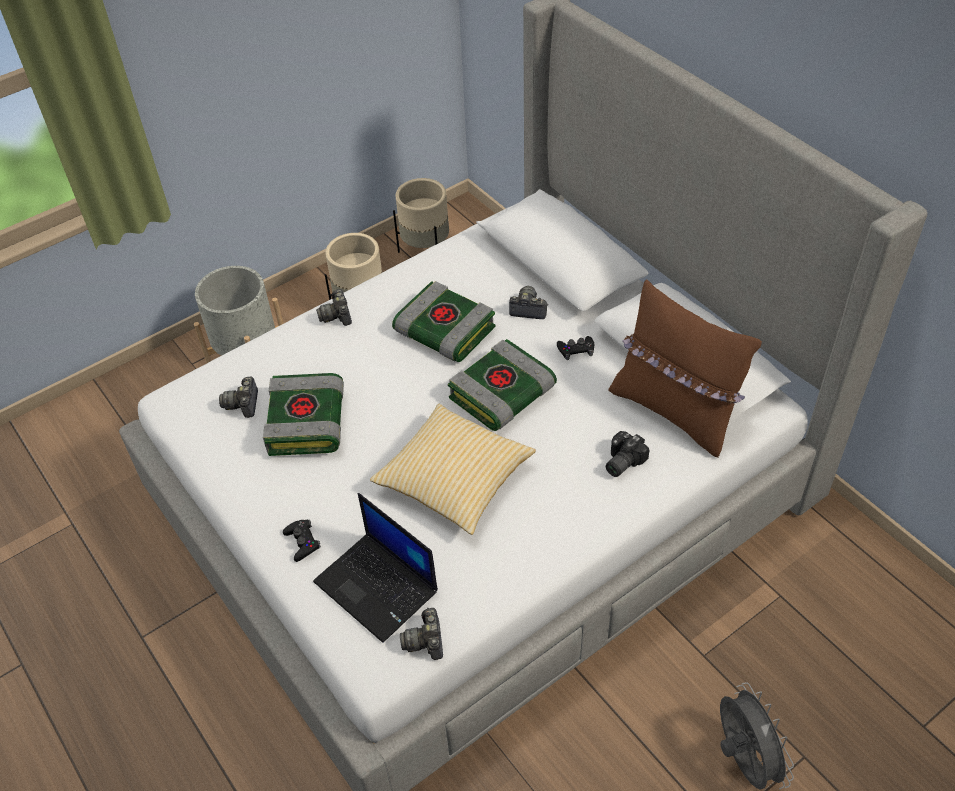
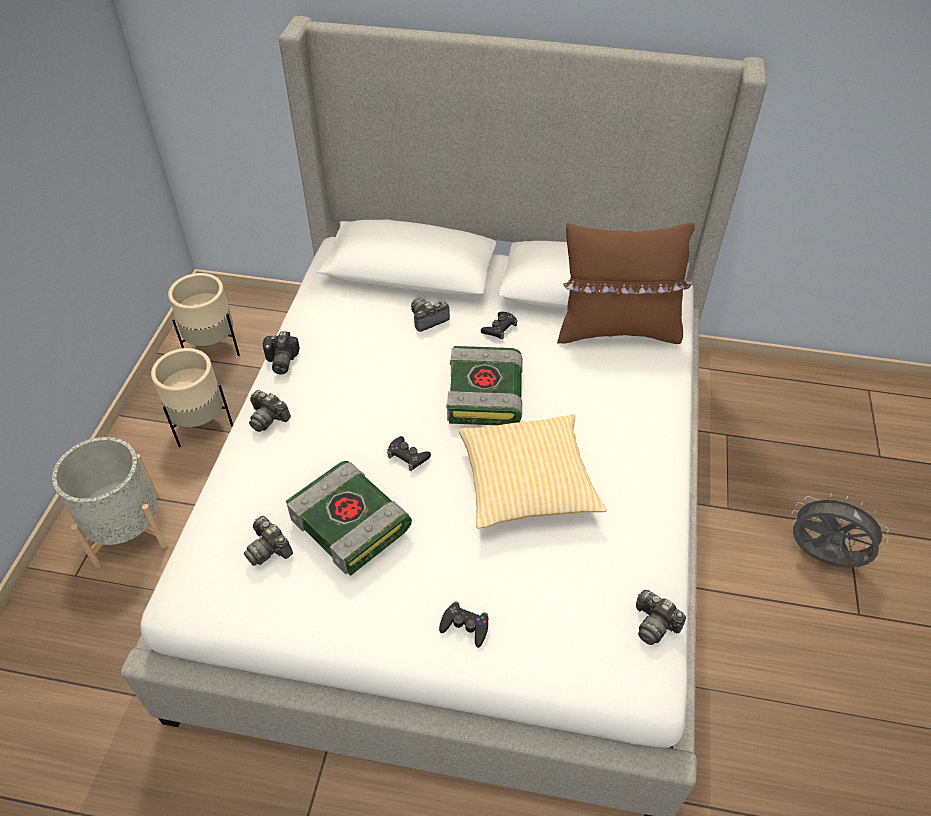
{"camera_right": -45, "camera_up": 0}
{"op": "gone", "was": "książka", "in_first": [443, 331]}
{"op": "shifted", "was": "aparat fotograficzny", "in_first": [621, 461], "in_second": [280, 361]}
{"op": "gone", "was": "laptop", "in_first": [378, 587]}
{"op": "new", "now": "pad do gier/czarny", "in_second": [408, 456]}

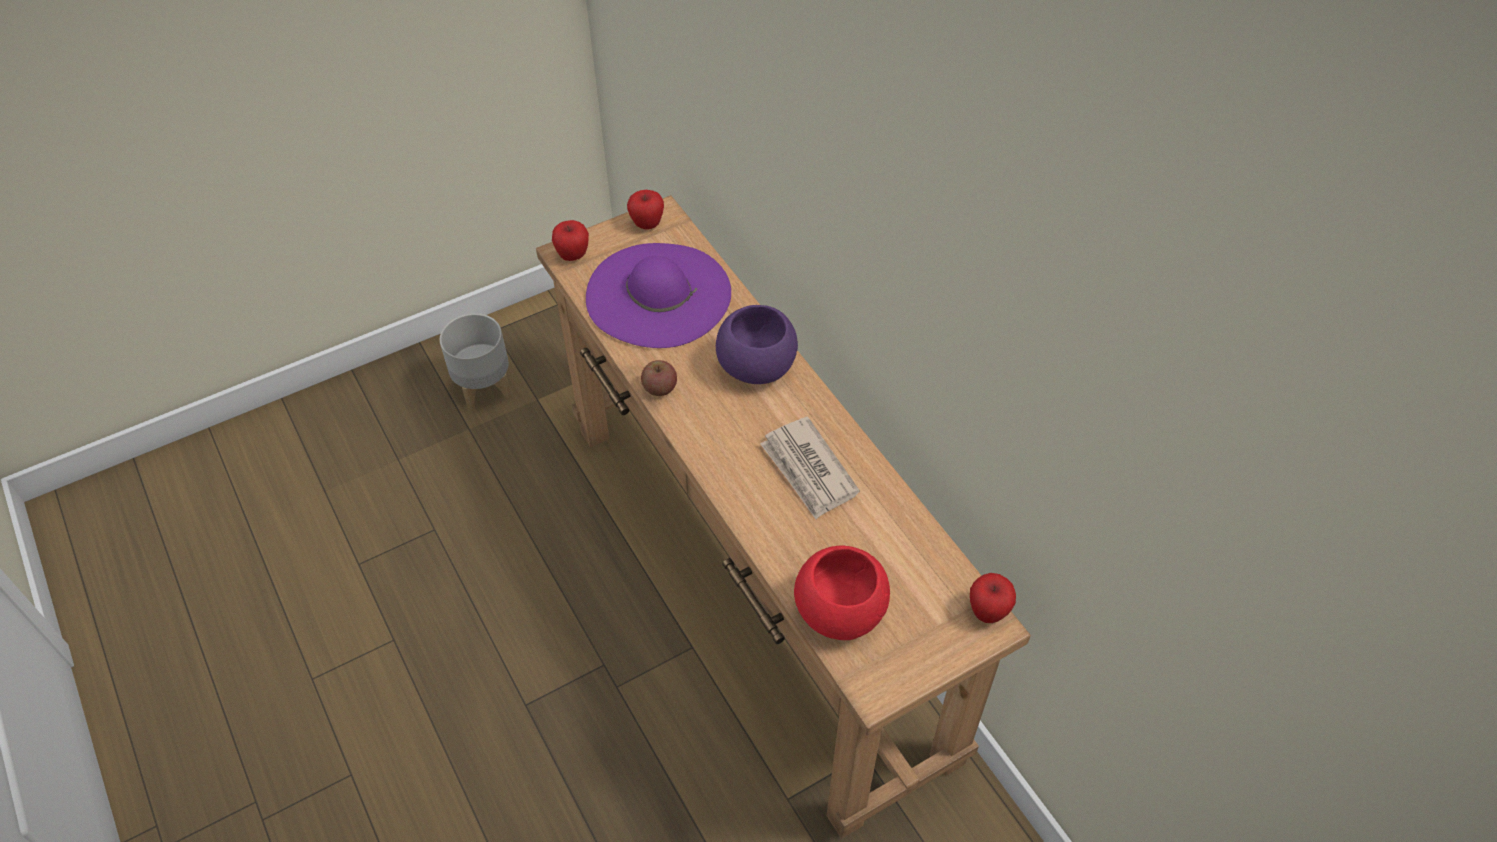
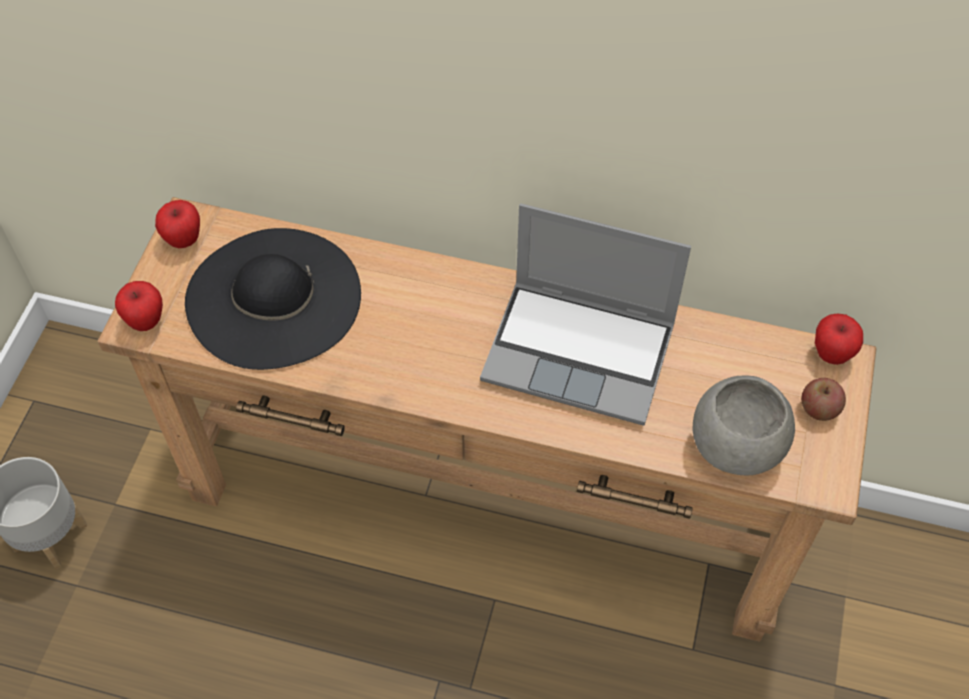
{"camera_right": -45, "camera_up": 5}
{"op": "repainted", "was": "kapelusz/fioletowy", "now": "kapelusz/czarny", "in_first": [658, 294], "in_second": [273, 298]}
{"op": "gone", "was": "miska/fioletowy", "in_first": [756, 366]}
{"op": "shifted", "was": "jabłko", "in_first": [660, 388], "in_second": [819, 408]}
{"op": "swapped", "was": "gazeta", "now": "laptop", "in_first": [808, 471], "in_second": [581, 352]}
{"op": "repainted", "was": "miska/czerwony", "now": "miska/szary", "in_first": [839, 611], "in_second": [735, 445]}

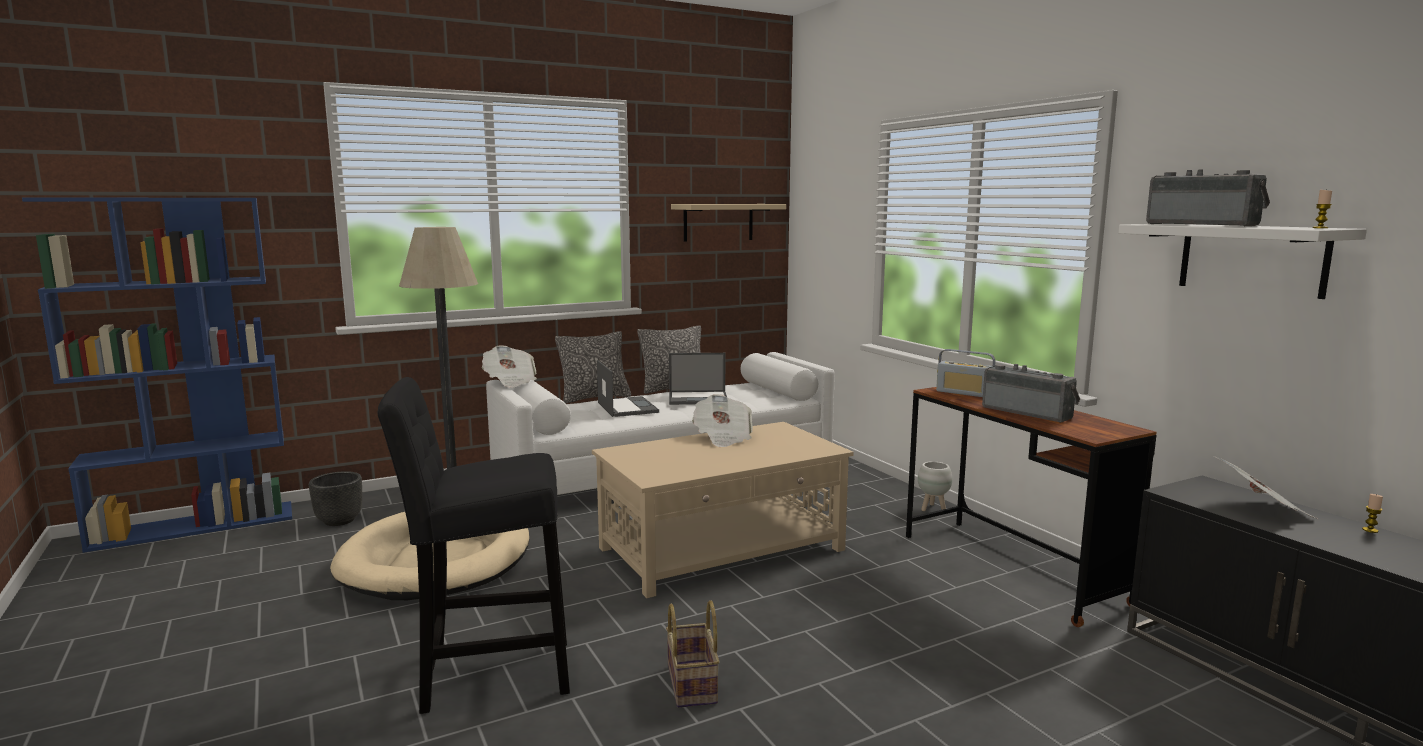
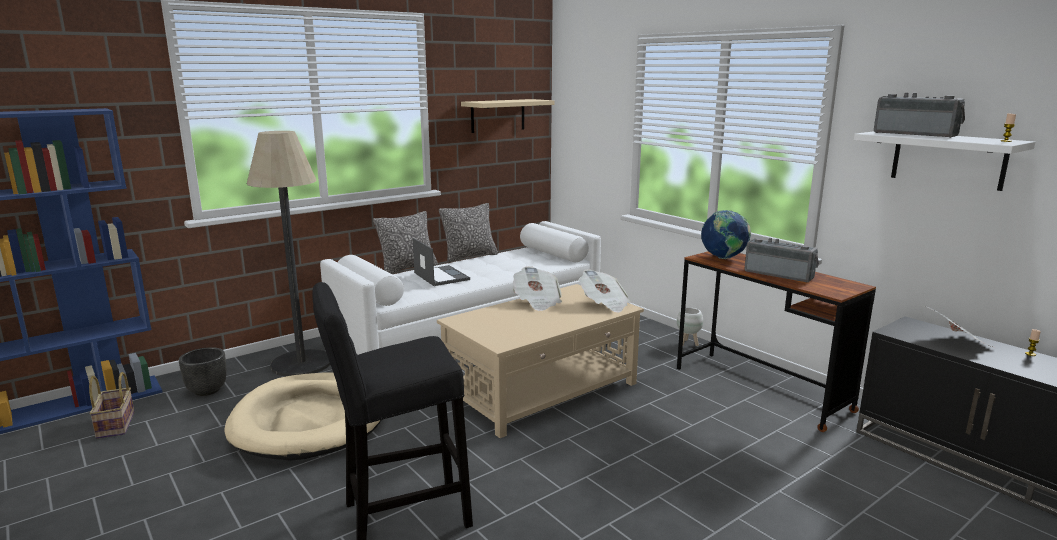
{"camera_right": -10, "camera_up": 5}
{"op": "shifted", "was": "gazeta", "in_first": [510, 381], "in_second": [604, 304]}
{"op": "swapped", "was": "radio", "now": "globus", "in_first": [964, 393], "in_second": [723, 258]}
{"op": "gone", "was": "laptop", "in_first": [698, 398]}
{"op": "shifted", "was": "koszyk", "in_first": [693, 685], "in_second": [116, 425]}

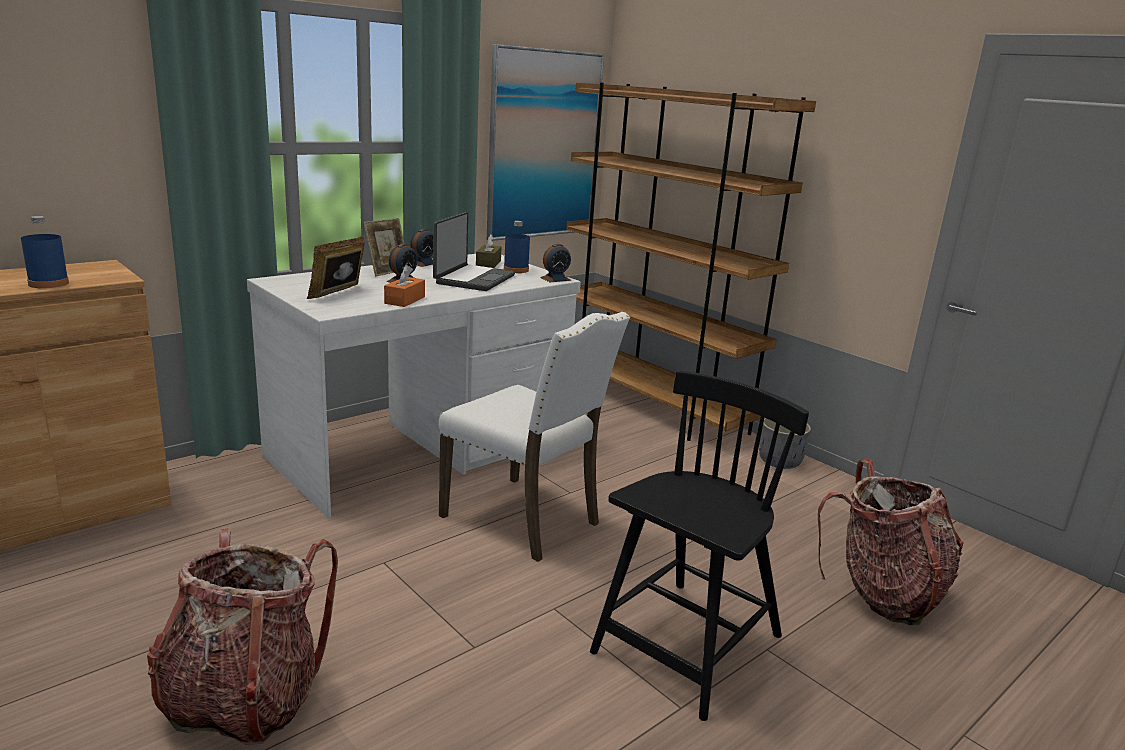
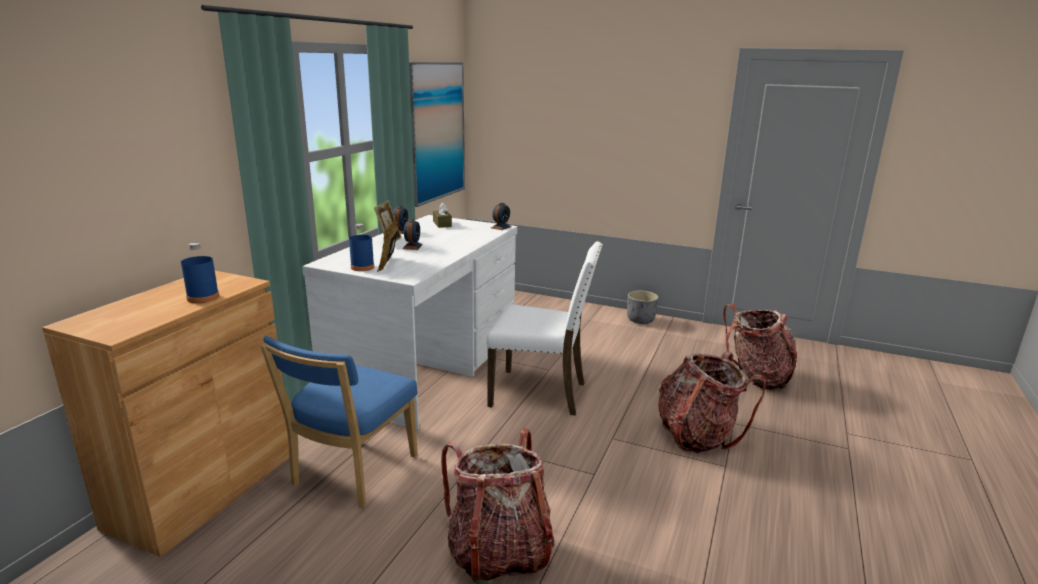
{"camera_right": -25, "camera_up": 0}
{"op": "gone", "was": "regał/brązowy", "in_first": [651, 406]}
{"op": "gone", "was": "laptop", "in_first": [473, 279]}
{"op": "shifted", "was": "butelka/niebieski", "in_first": [516, 270], "in_second": [362, 267]}
{"op": "gone", "was": "pudełko chusteczek/pomarańczowy", "in_first": [405, 300]}
{"op": "swapped", "was": "krzesło/czarny", "now": "plecak", "in_first": [686, 647], "in_second": [697, 435]}
{"op": "new", "now": "krzesło/niebieski", "in_second": [351, 473]}

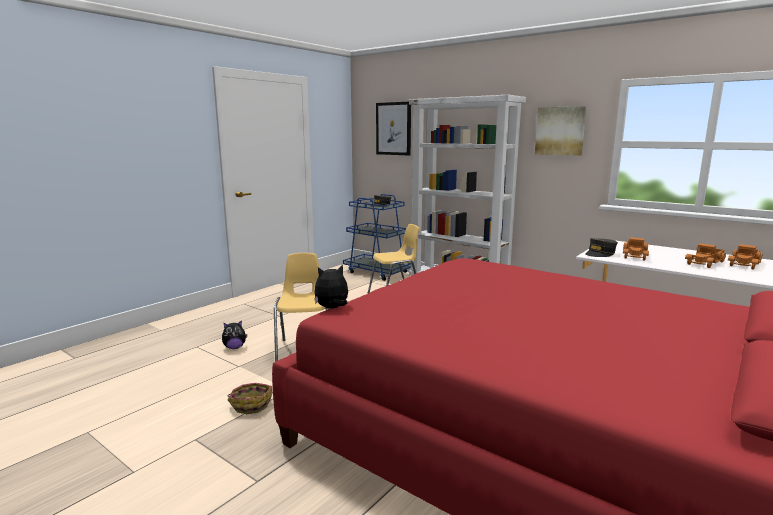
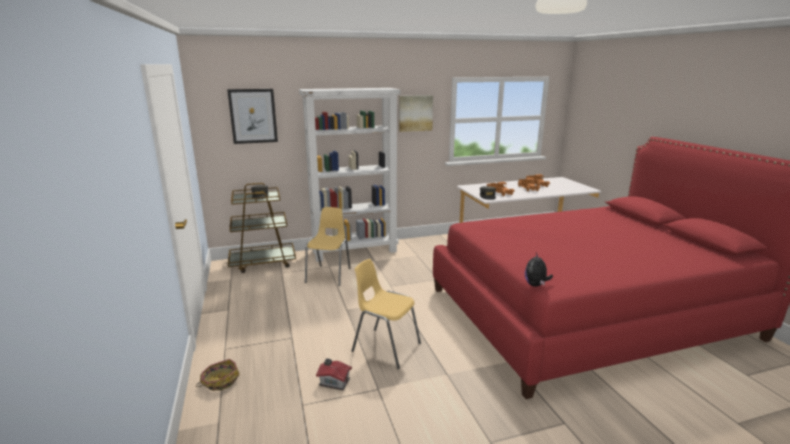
{"camera_right": -55, "camera_up": 5}
{"op": "repainted", "was": "wózek/niebieski", "now": "wózek/brązowy", "in_first": [377, 272], "in_second": [263, 263]}
{"op": "swapped", "was": "pluszak", "now": "domek", "in_first": [234, 347], "in_second": [334, 381]}
{"op": "shifted", "was": "koszyk", "in_first": [251, 404], "in_second": [220, 381]}

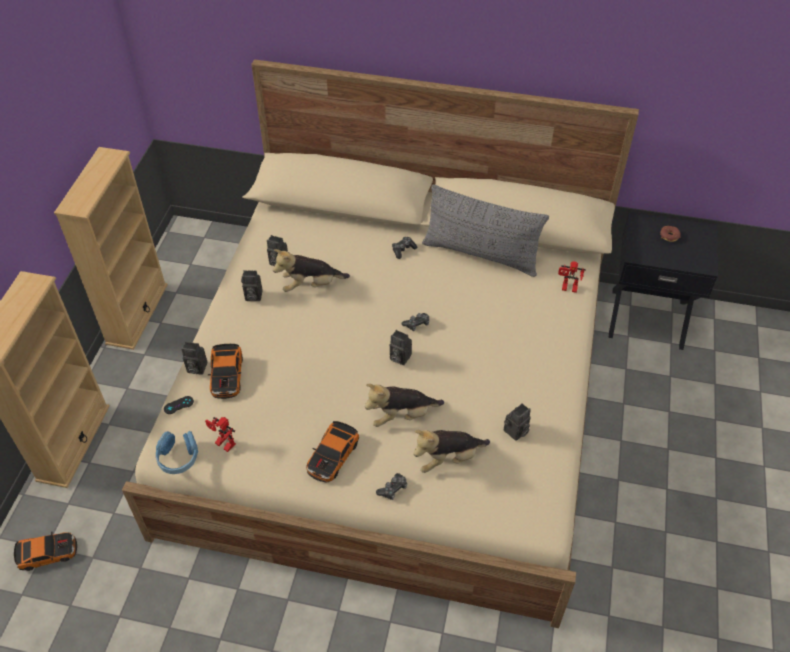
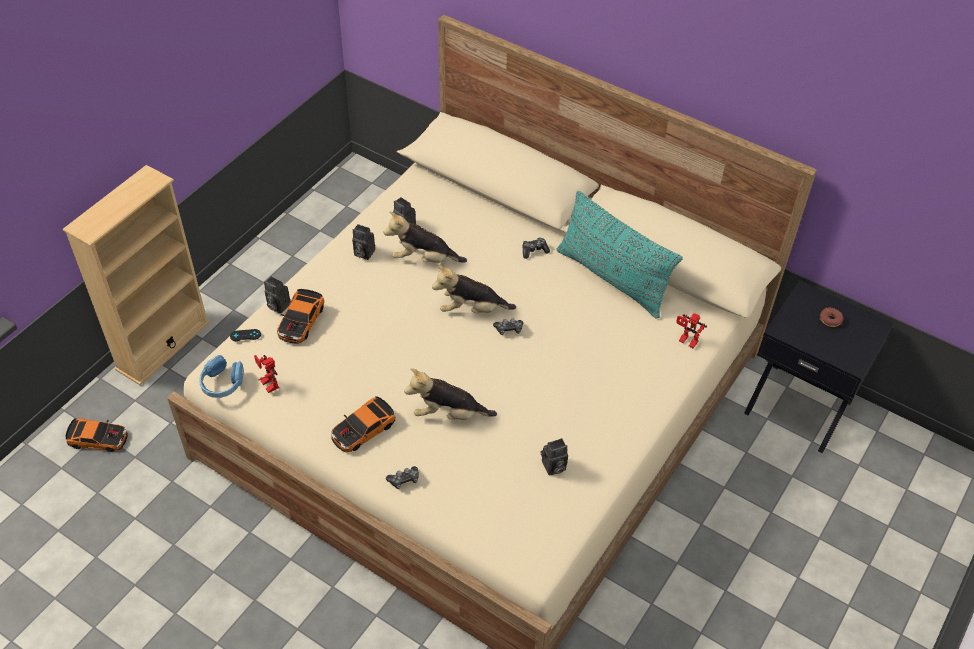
{"camera_right": 20, "camera_up": 0}
{"op": "gone", "was": "regał/beżowy", "in_first": [137, 314]}
{"op": "repainted", "was": "poduszka/szary", "now": "poduszka/turkusowy", "in_first": [480, 254], "in_second": [612, 278]}
{"op": "gone", "was": "aparat fotograficzny", "in_first": [398, 357]}
{"op": "shifted", "was": "pluszak", "in_first": [448, 459], "in_second": [471, 309]}

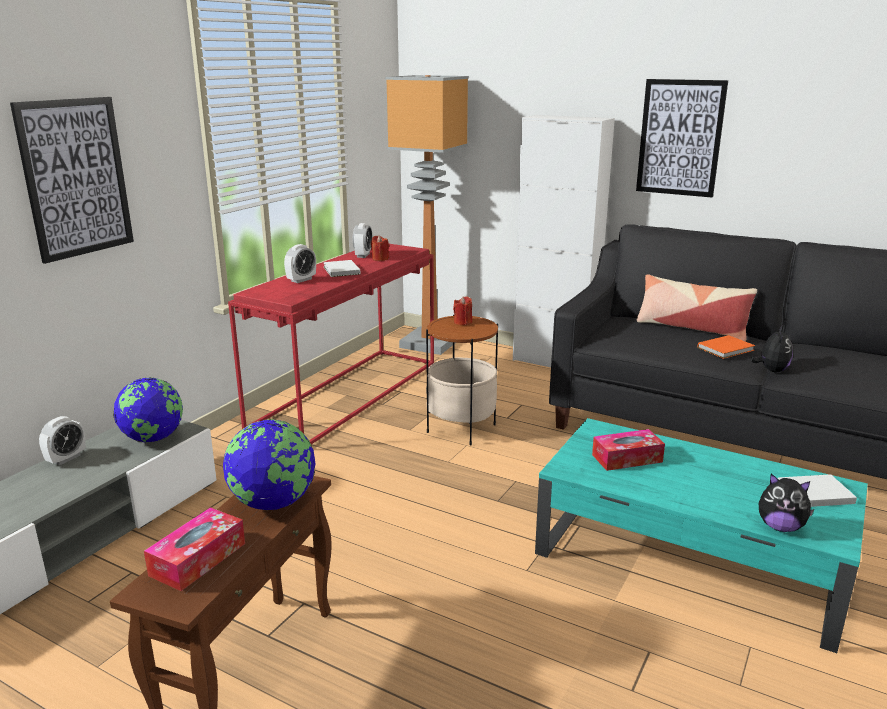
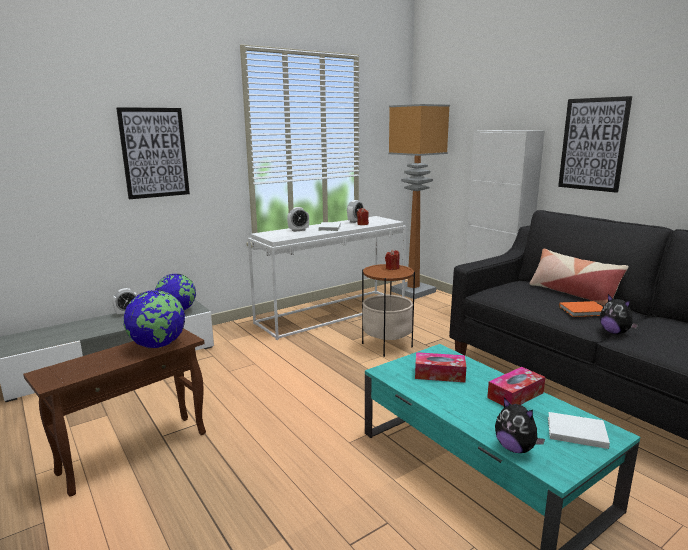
{"camera_right": 25, "camera_up": -5}
{"op": "repainted", "was": "stolik konsolowy/czerwony", "now": "stolik konsolowy/biały", "in_first": [347, 394], "in_second": [332, 313]}
{"op": "rotated", "was": "pluszak", "in_first": [771, 370], "in_second": [615, 332], "clockwise": 105}
{"op": "shifted", "was": "pudełko chusteczek", "in_first": [198, 559], "in_second": [515, 395]}

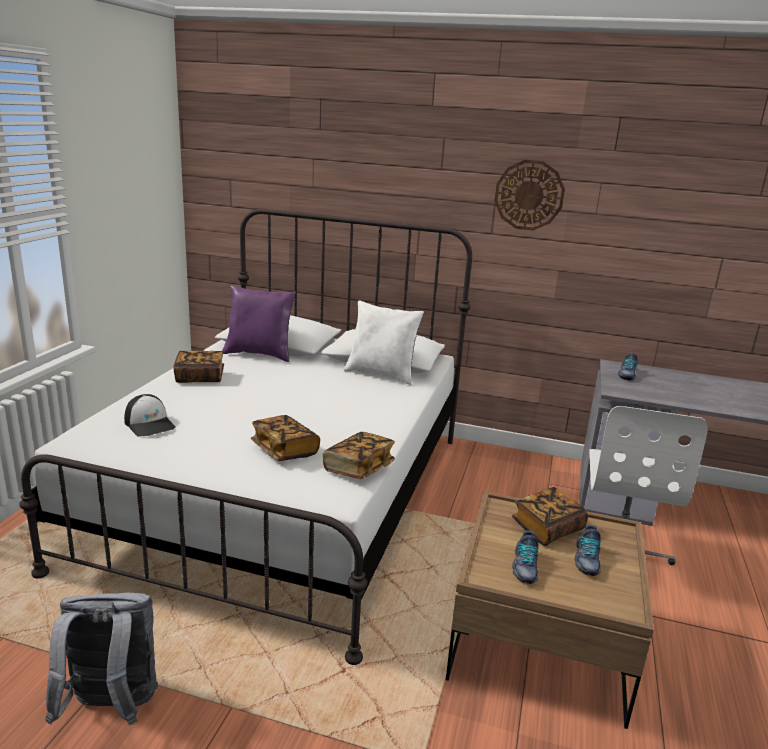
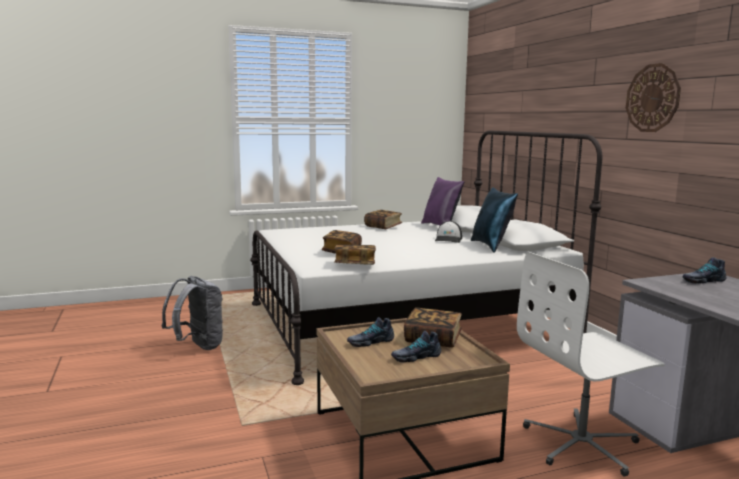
{"camera_right": 55, "camera_up": -10}
{"op": "repainted", "was": "poduszka/biały", "now": "poduszka/niebieski", "in_first": [382, 374], "in_second": [492, 246]}
{"op": "shifted", "was": "czapka z daszkiem", "in_first": [150, 424], "in_second": [448, 239]}

